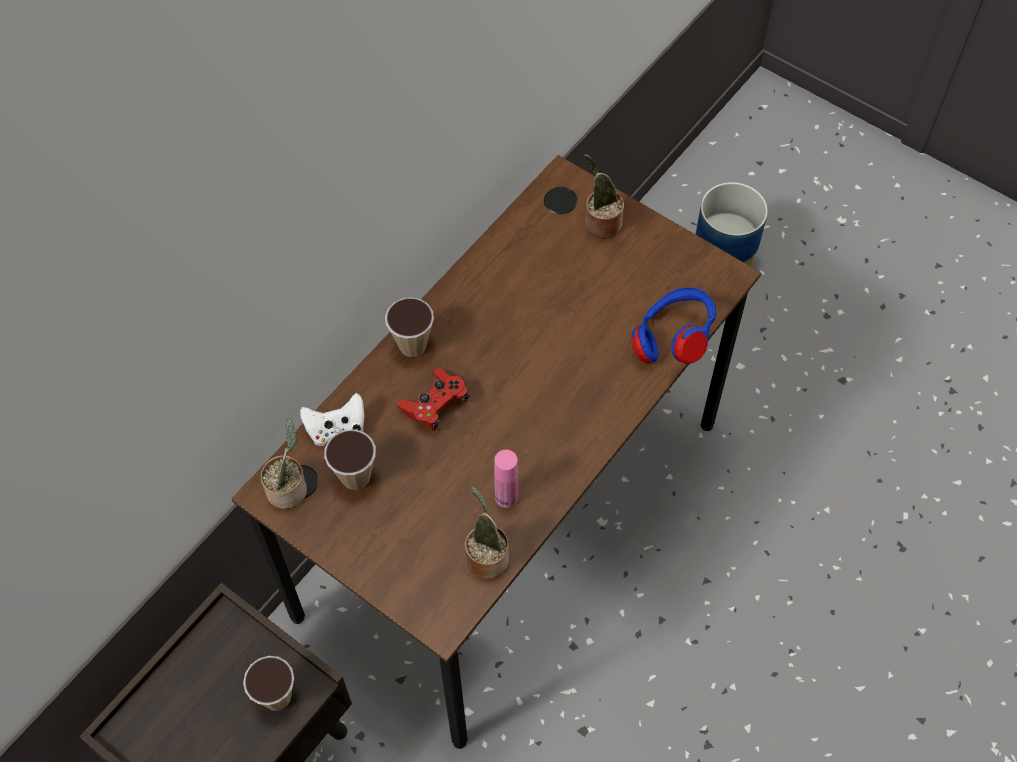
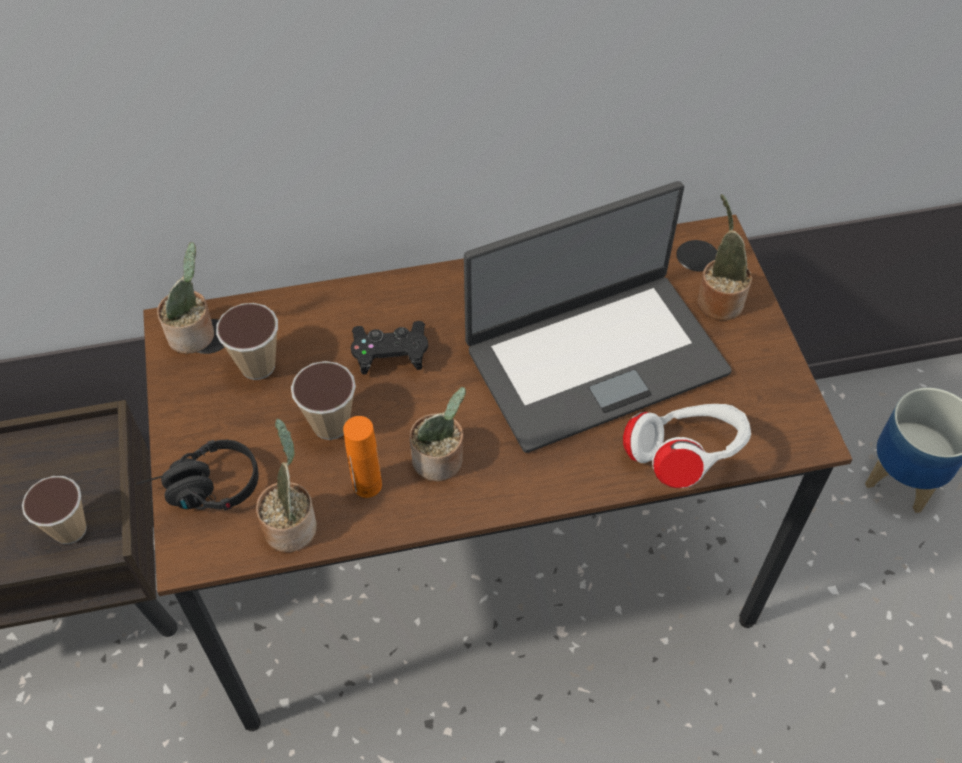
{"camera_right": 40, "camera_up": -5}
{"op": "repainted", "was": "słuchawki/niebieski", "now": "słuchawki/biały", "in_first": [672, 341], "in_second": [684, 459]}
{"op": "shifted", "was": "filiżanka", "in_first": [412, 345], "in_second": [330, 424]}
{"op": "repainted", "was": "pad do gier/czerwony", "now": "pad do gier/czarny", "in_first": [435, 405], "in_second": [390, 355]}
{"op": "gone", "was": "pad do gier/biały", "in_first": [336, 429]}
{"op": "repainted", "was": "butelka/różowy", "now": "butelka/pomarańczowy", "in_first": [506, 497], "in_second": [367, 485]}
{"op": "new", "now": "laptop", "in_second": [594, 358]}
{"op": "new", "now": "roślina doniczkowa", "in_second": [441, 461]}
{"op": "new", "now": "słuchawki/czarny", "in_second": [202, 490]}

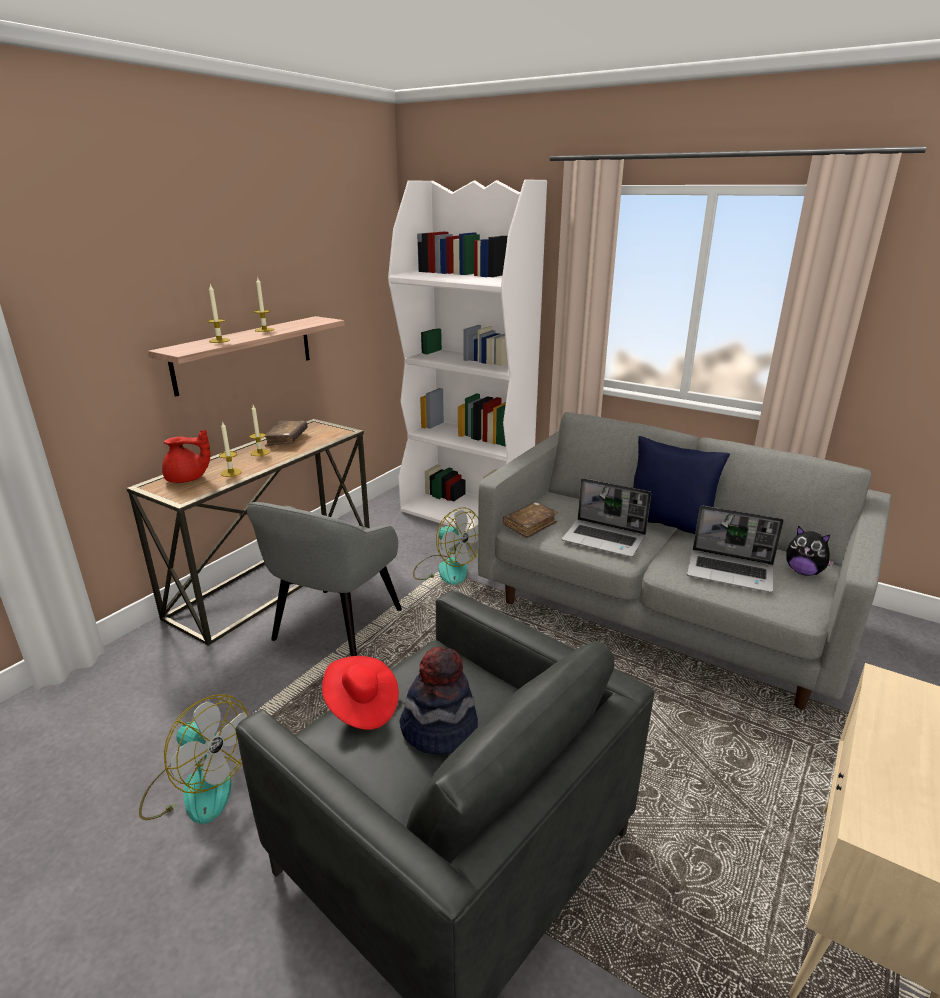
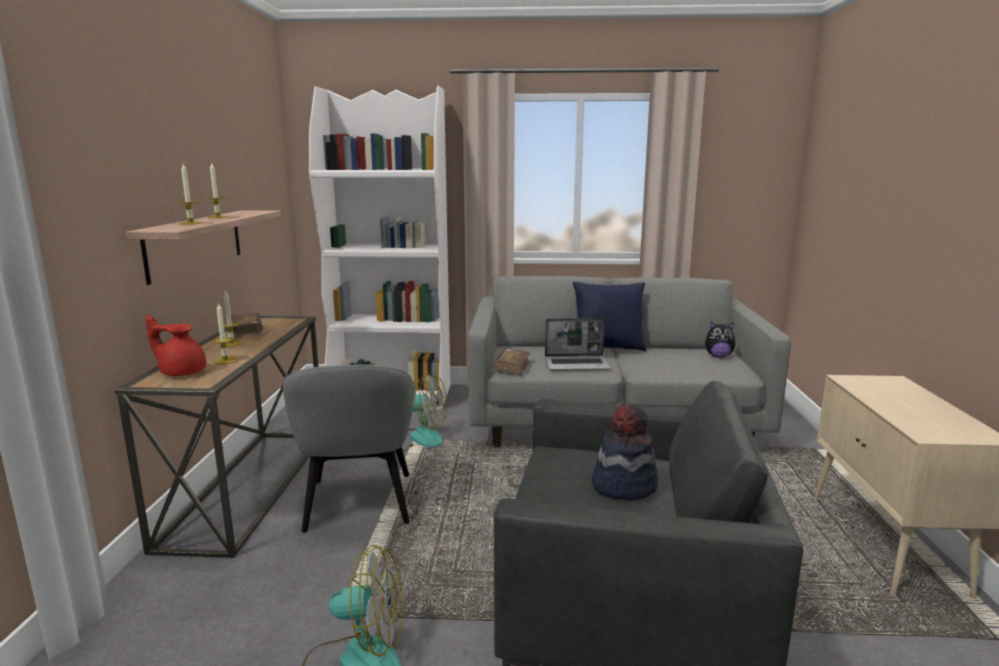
{"camera_right": -30, "camera_up": -10}
{"op": "rotated", "was": "imbryk/czerwony", "in_first": [187, 479], "in_second": [181, 372], "clockwise": -135}
{"op": "gone", "was": "laptop", "in_first": [731, 572]}
{"op": "gone", "was": "kapelusz/czerwony", "in_first": [361, 706]}

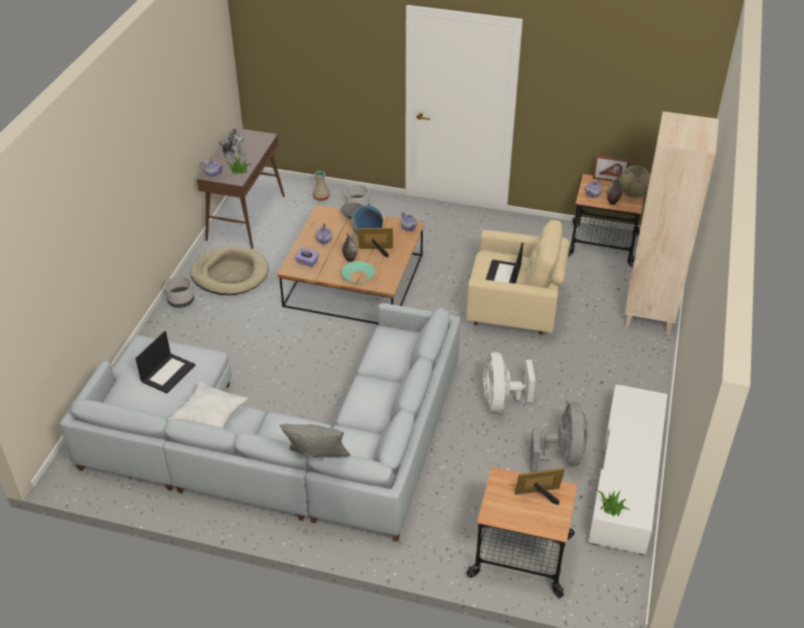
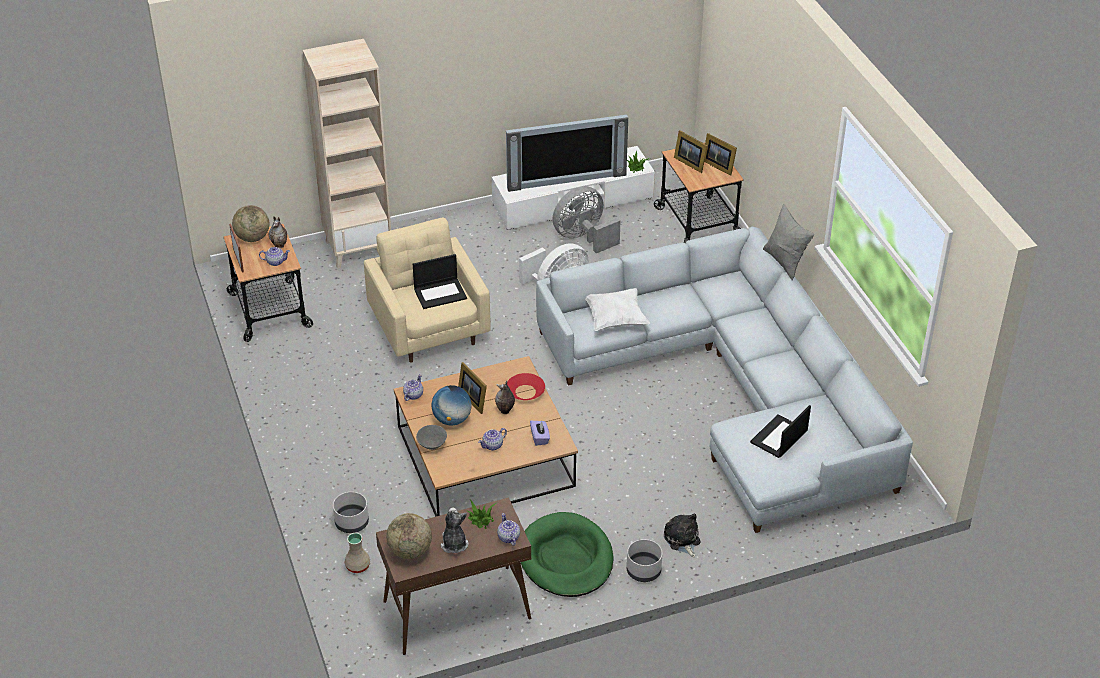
{"camera_right": -125, "camera_up": 0}
{"op": "repainted", "was": "legowisko/beżowy", "now": "legowisko/zielony", "in_first": [230, 274], "in_second": [566, 559]}
{"op": "repainted", "was": "miska/turkusowy", "now": "miska/czerwony", "in_first": [358, 276], "in_second": [525, 391]}
{"op": "rotated", "was": "laptop", "in_first": [168, 373], "in_second": [779, 437], "clockwise": -45}
{"op": "shifted", "was": "poduszka/biały", "in_first": [210, 417], "in_second": [615, 319]}
{"op": "new", "now": "telewizor", "in_second": [565, 179]}
{"op": "new", "now": "ramka na zdjęcie", "in_second": [718, 165]}
{"op": "new", "now": "globus", "in_second": [410, 551]}
{"op": "new", "now": "pluszak", "in_second": [682, 540]}

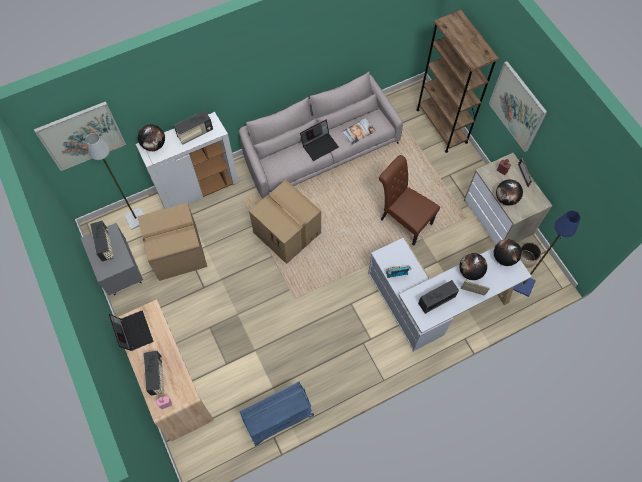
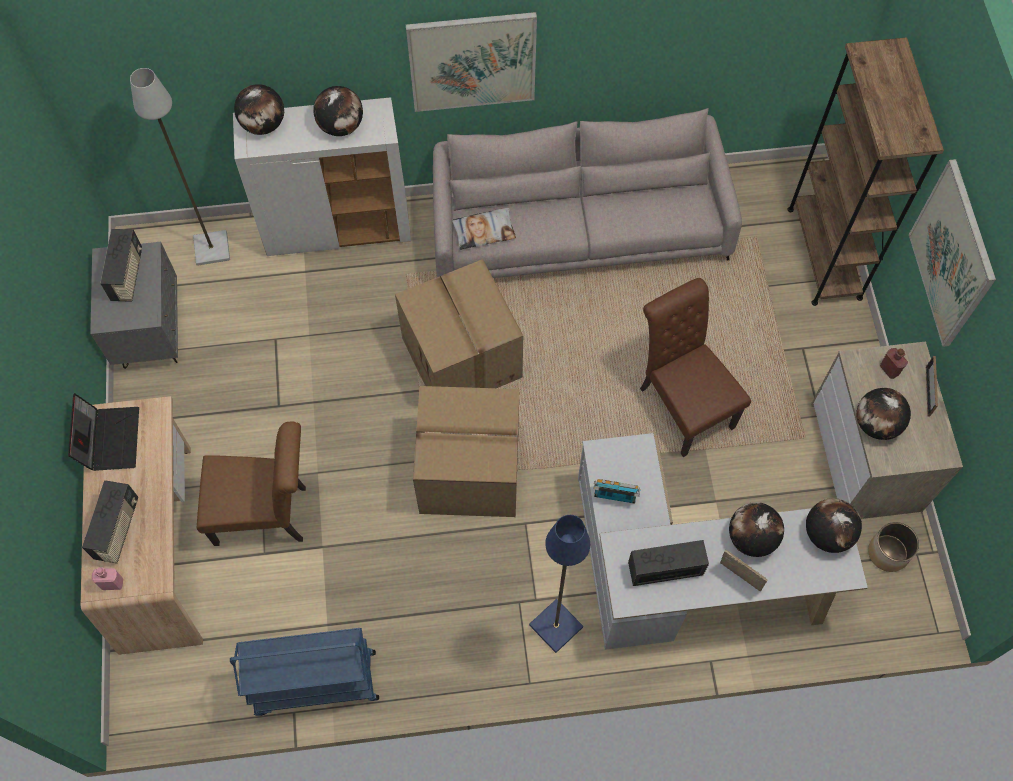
{"camera_right": 20, "camera_up": 0}
{"op": "shifted", "was": "obraz", "in_first": [82, 136], "in_second": [472, 61]}
{"op": "swapped", "was": "radio", "now": "globus", "in_first": [195, 134], "in_second": [341, 126]}
{"op": "shifted", "was": "poduszka", "in_first": [358, 132], "in_second": [484, 231]}
{"op": "gone", "was": "laptop", "in_first": [320, 145]}
{"op": "shifted", "was": "karton", "in_first": [177, 253], "in_second": [468, 472]}
{"op": "shifted", "was": "lampa stojąca/niebieski", "in_first": [523, 284], "in_second": [557, 626]}
{"op": "new", "now": "krzesło/brązowy", "in_second": [267, 514]}

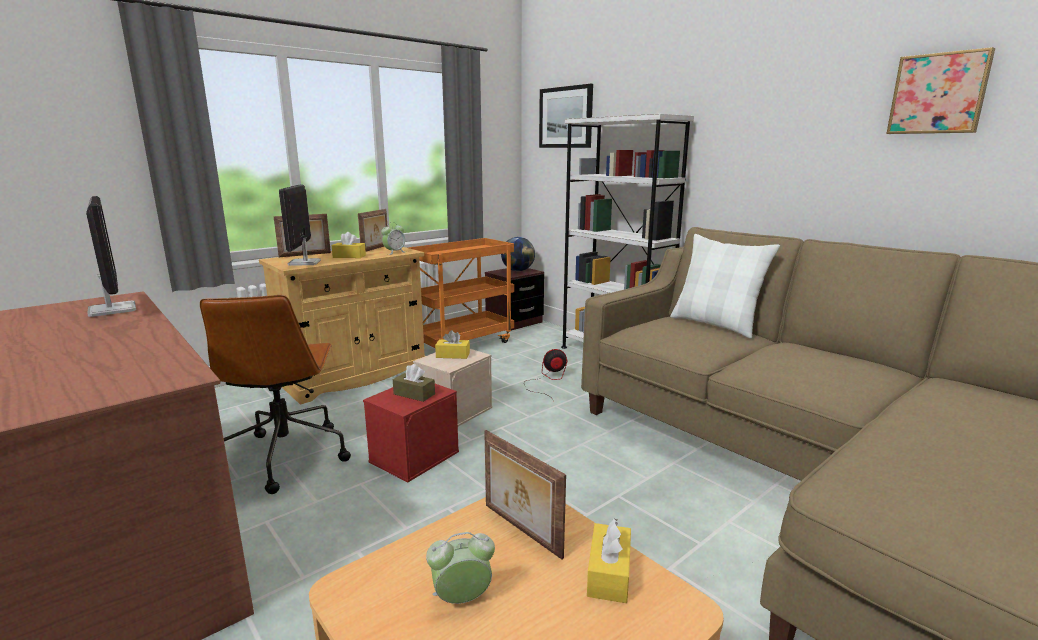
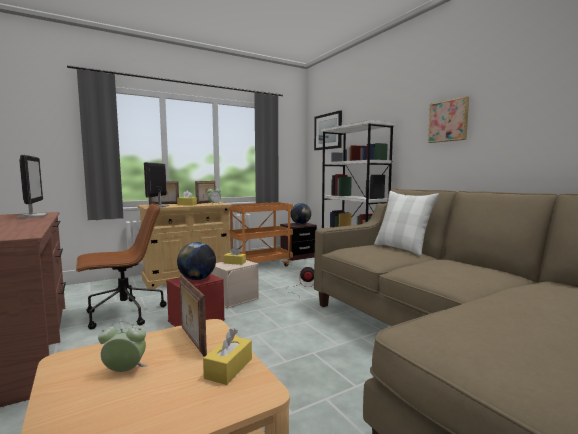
{"camera_right": 10, "camera_up": -10}
{"op": "shifted", "was": "obraz", "in_first": [938, 94], "in_second": [449, 121]}
{"op": "rotated", "was": "krzesło biurowe/brązowy", "in_first": [285, 456], "in_second": [123, 314], "clockwise": -120}
{"op": "swapped", "was": "pudełko chusteczek/brązowy", "now": "globus", "in_first": [414, 394], "in_second": [197, 279]}

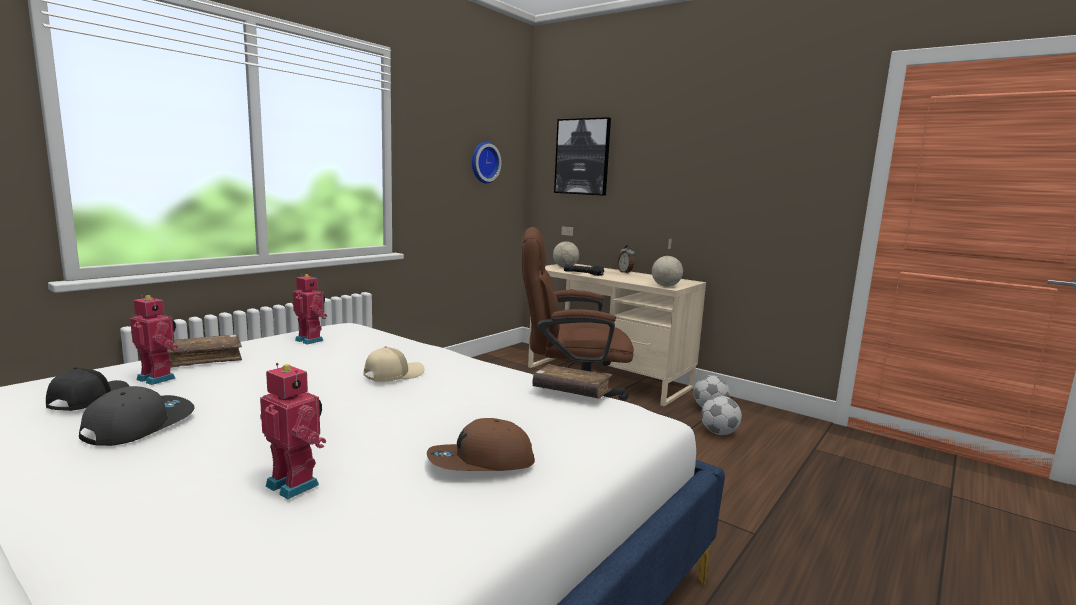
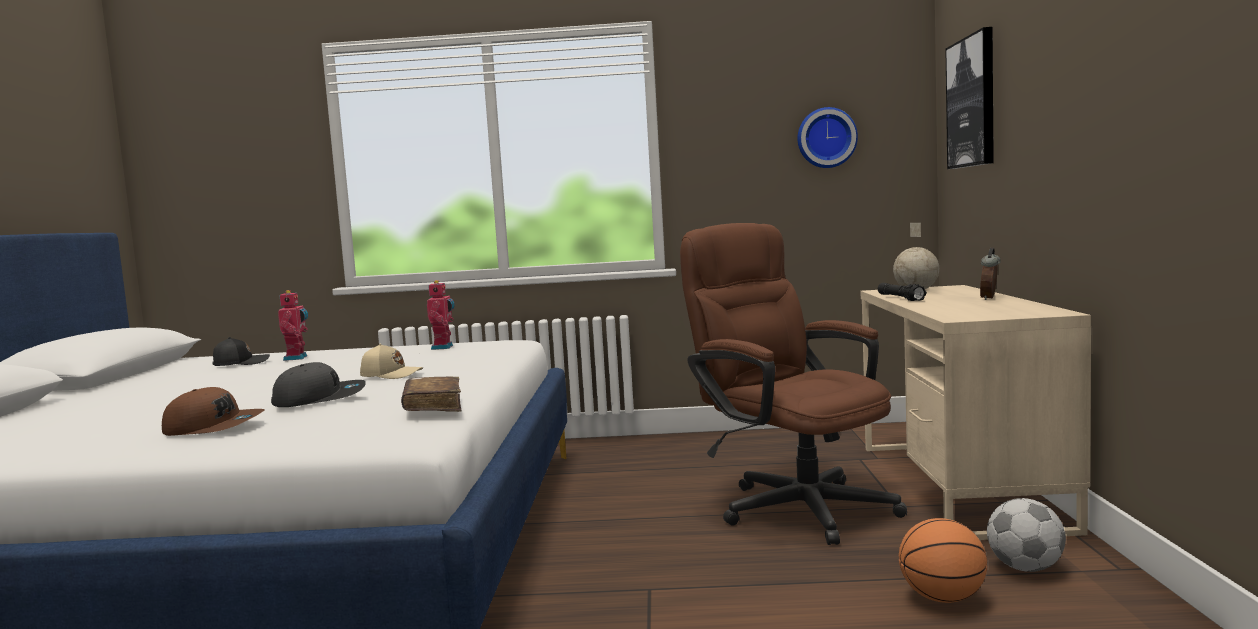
{"camera_right": 55, "camera_up": -5}
{"op": "gone", "was": "globus", "in_first": [665, 286]}
{"op": "gone", "was": "książka/brązowy", "in_first": [205, 358]}
{"op": "gone", "was": "robot zabawkowy", "in_first": [295, 484]}
{"op": "shifted", "was": "czapka z daszkiem/szary", "in_first": [139, 424], "in_second": [320, 398]}
{"op": "swapped", "was": "piłka futbolowa", "now": "piłka do koszykówki", "in_first": [719, 433], "in_second": [943, 599]}
{"op": "rotated", "was": "czapka z daszkiem/brązowy", "in_first": [480, 463], "in_second": [214, 427], "clockwise": 150}

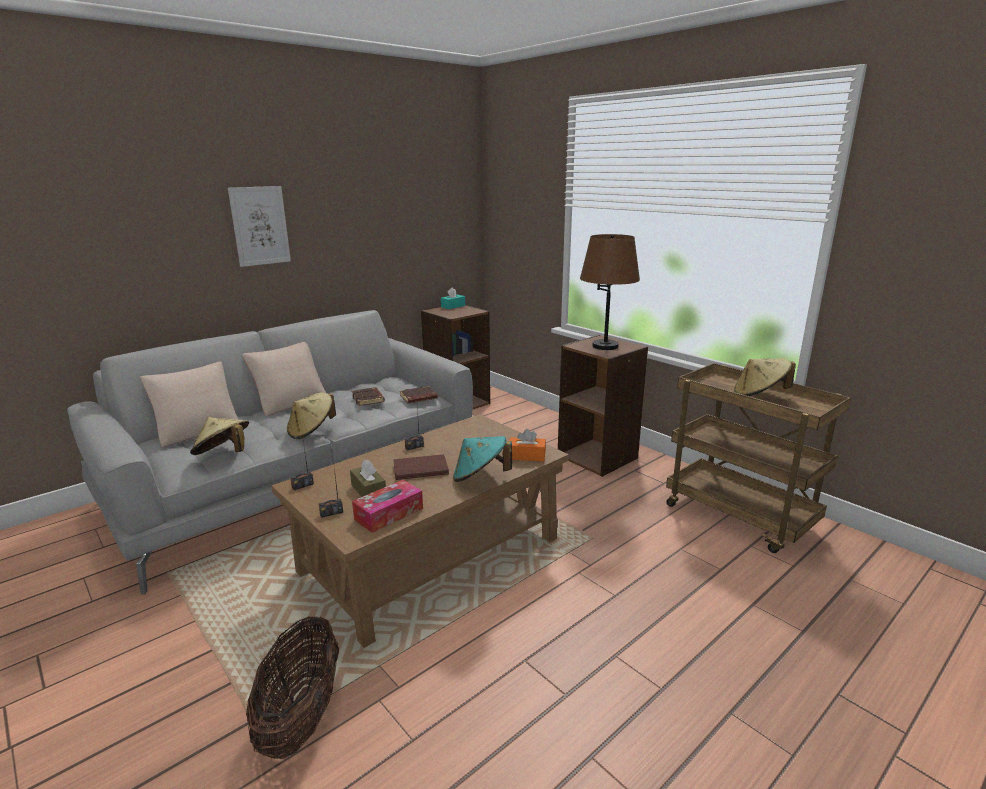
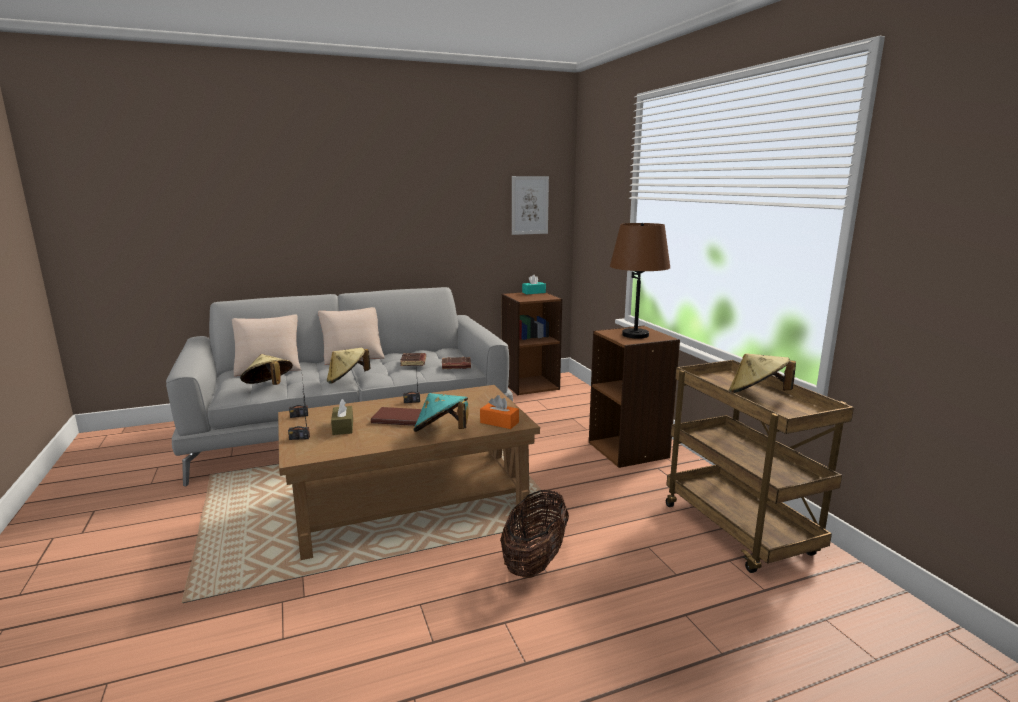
{"camera_right": 20, "camera_up": -5}
{"op": "shifted", "was": "obraz", "in_first": [260, 226], "in_second": [529, 205]}
{"op": "gone", "was": "pudełko chusteczek", "in_first": [389, 514]}
{"op": "shifted", "was": "koszyk", "in_first": [301, 716], "in_second": [535, 561]}

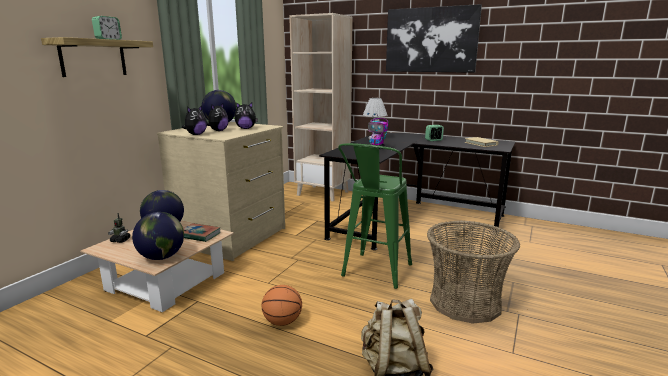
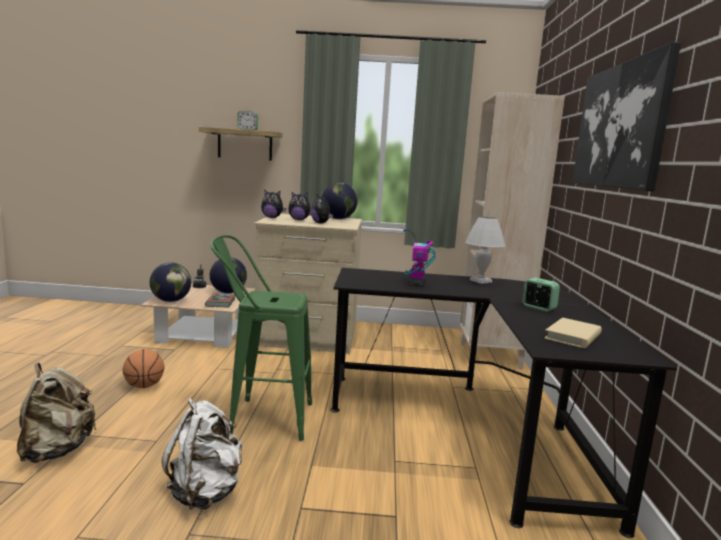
{"camera_right": 65, "camera_up": -5}
{"op": "swapped", "was": "koszyk", "now": "plecak/biały", "in_first": [465, 302], "in_second": [206, 492]}

